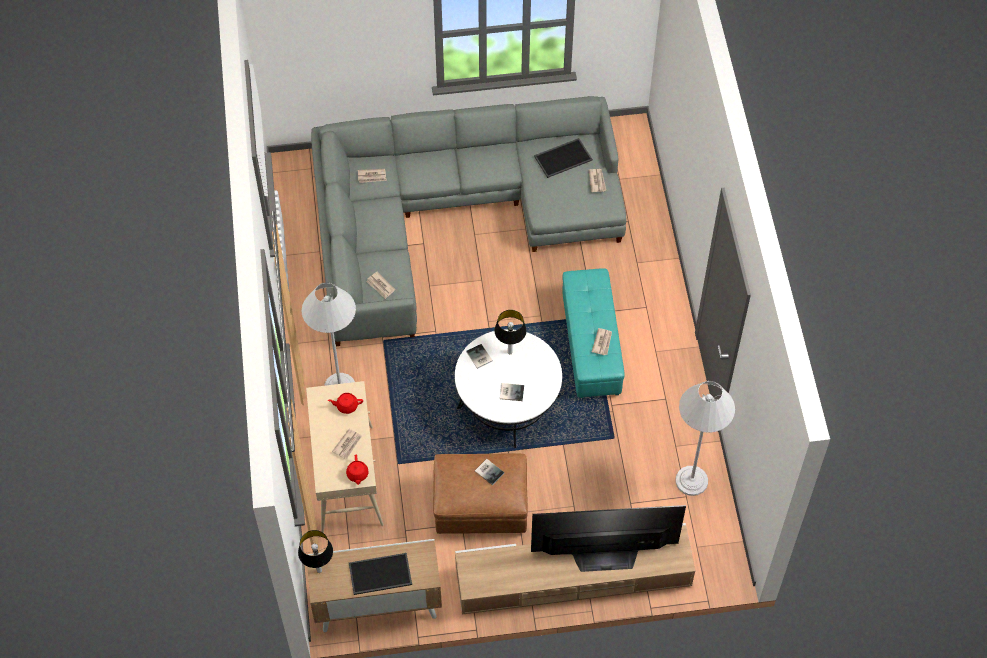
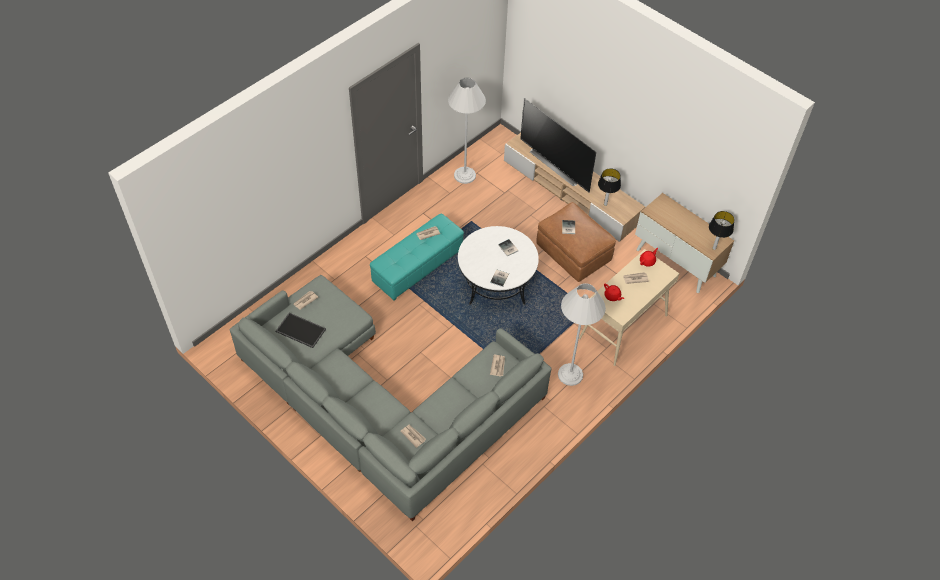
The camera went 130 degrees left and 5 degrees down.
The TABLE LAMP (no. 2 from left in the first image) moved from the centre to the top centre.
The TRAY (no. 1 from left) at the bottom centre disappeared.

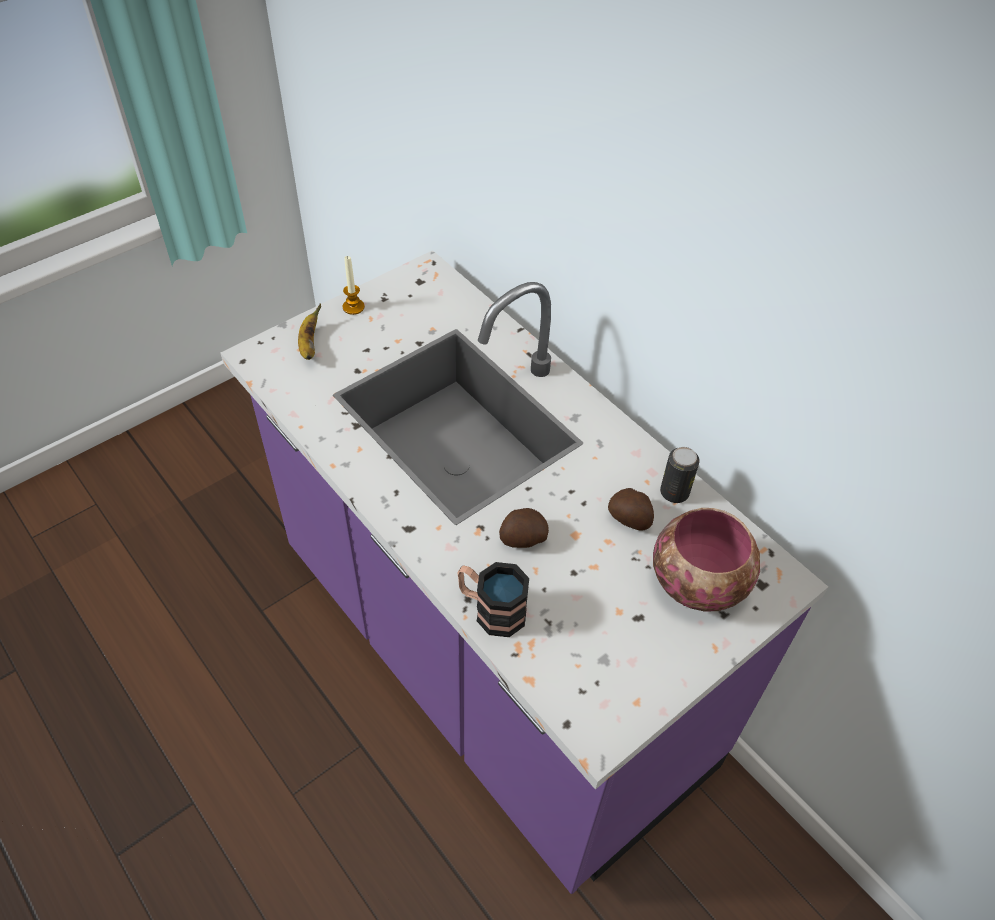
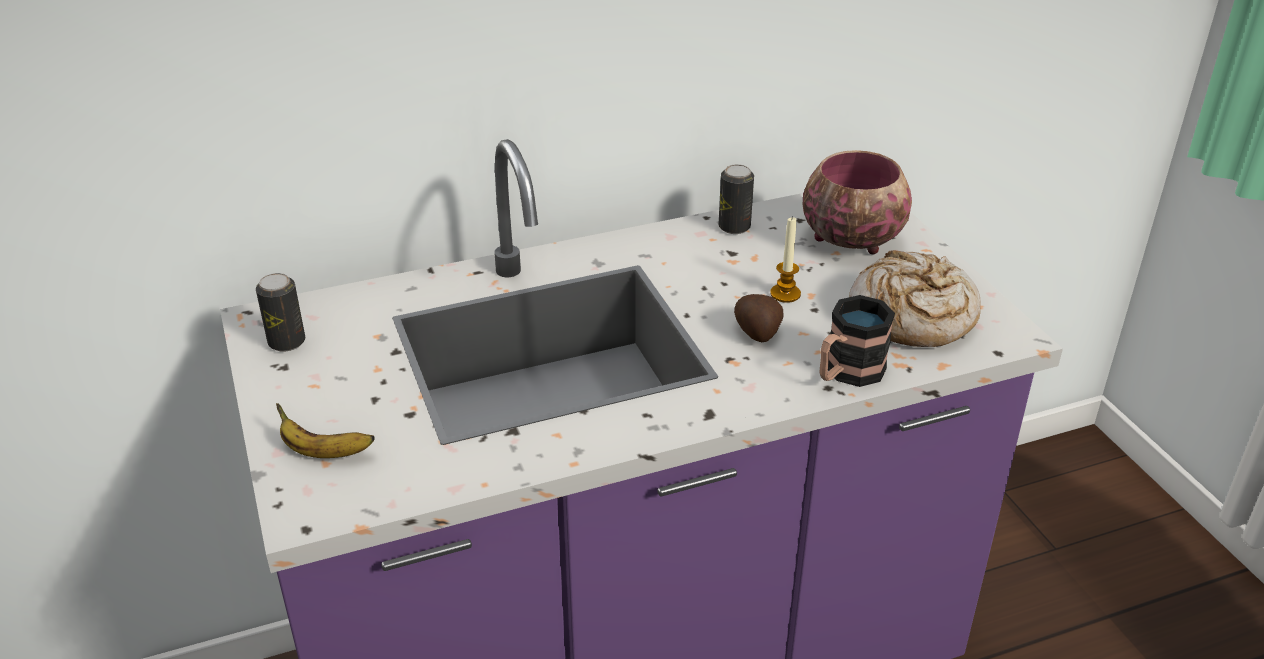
The camera went 70 degrees left and 15 degrees down.
The WAX CANDLE moved from the top centre to the centre.
The POTATO (no. 2 from left) at the centre disappeared.
The BREAD at the middle right appeared.
The METAL CAN (no. 1 from left) at the middle left appeared.

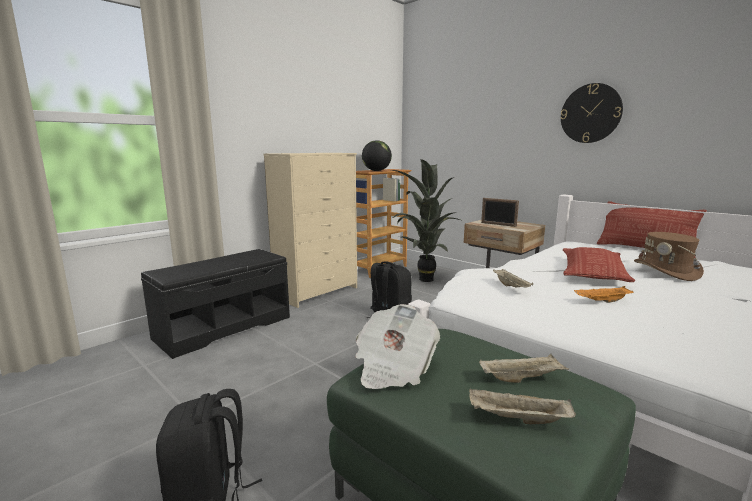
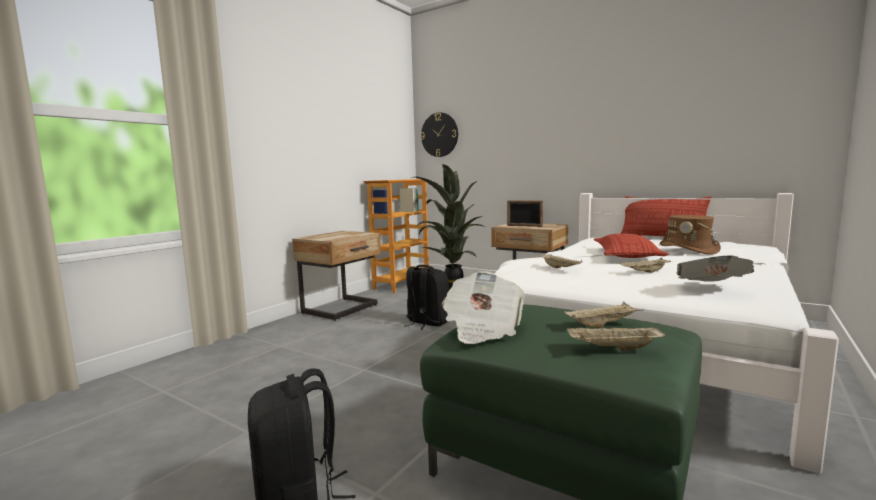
The camera went 10 degrees left and 5 degrees down.
The WALL CLOCK moved from the top right to the top centre.
The GLOBE at the top centre disappeared.
The BEIGE CHEST OF DRAWERS at the centre was replaced by the BEIGE NIGHTSTAND (no. 1 from left) at the centre.
The BLACKISH INDOOR BENCH at the middle left disappeared.
The ORANGEY TRAY at the middle right became the BEIGE TRAY (no. 4 from left) at the middle right.
The NEWSPAPER (no. 2 from left) at the middle right appeared.

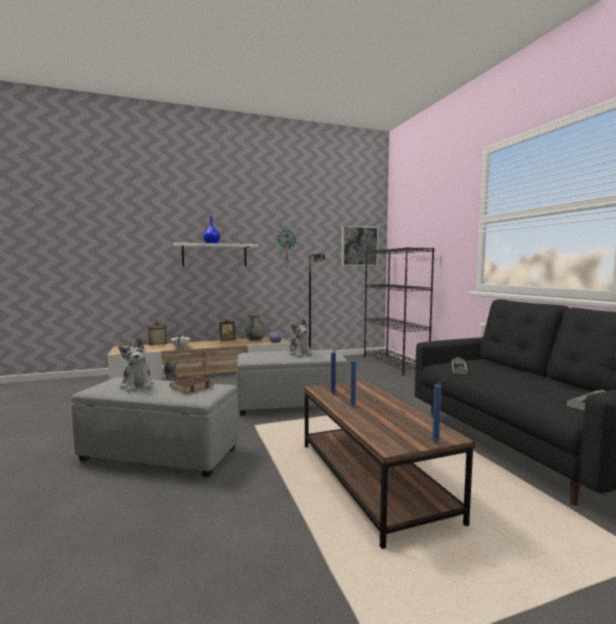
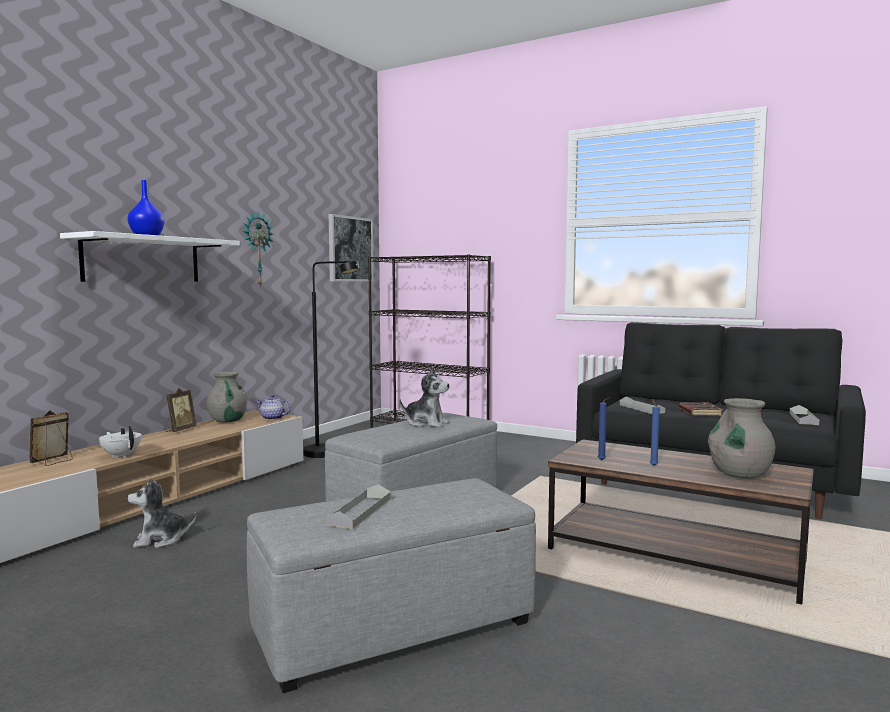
The camera went 40 degrees left and 0 degrees up.
The SOFT TOY (no. 1 from left) at the middle left was replaced by the GRAY TRAY (no. 1 from left) at the bottom centre.
The BROWNISH BOOK moved from the middle left to the middle right.
The BLUISH WAX CANDLE (no. 3 from left) at the middle right disappeared.
The GRAY DECORATIVE VASE (no. 2 from left) at the middle right appeared.

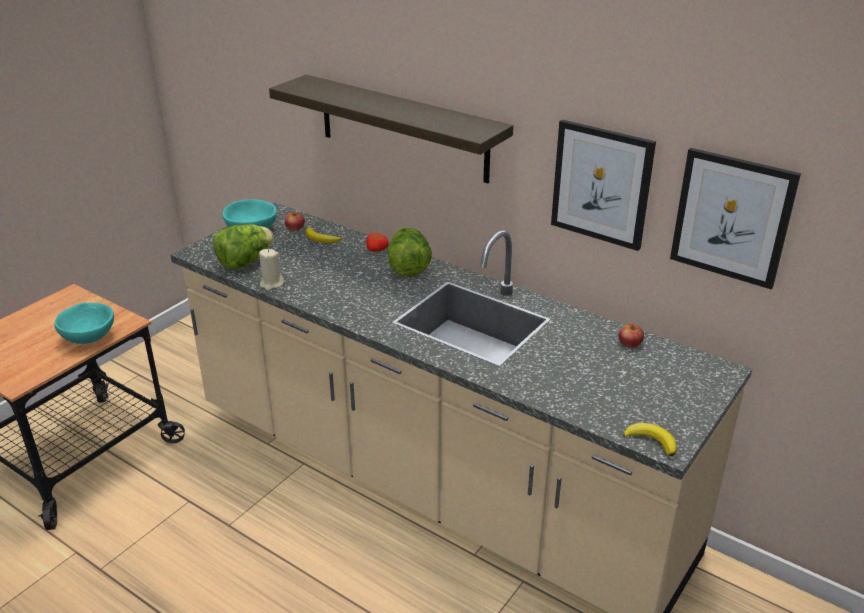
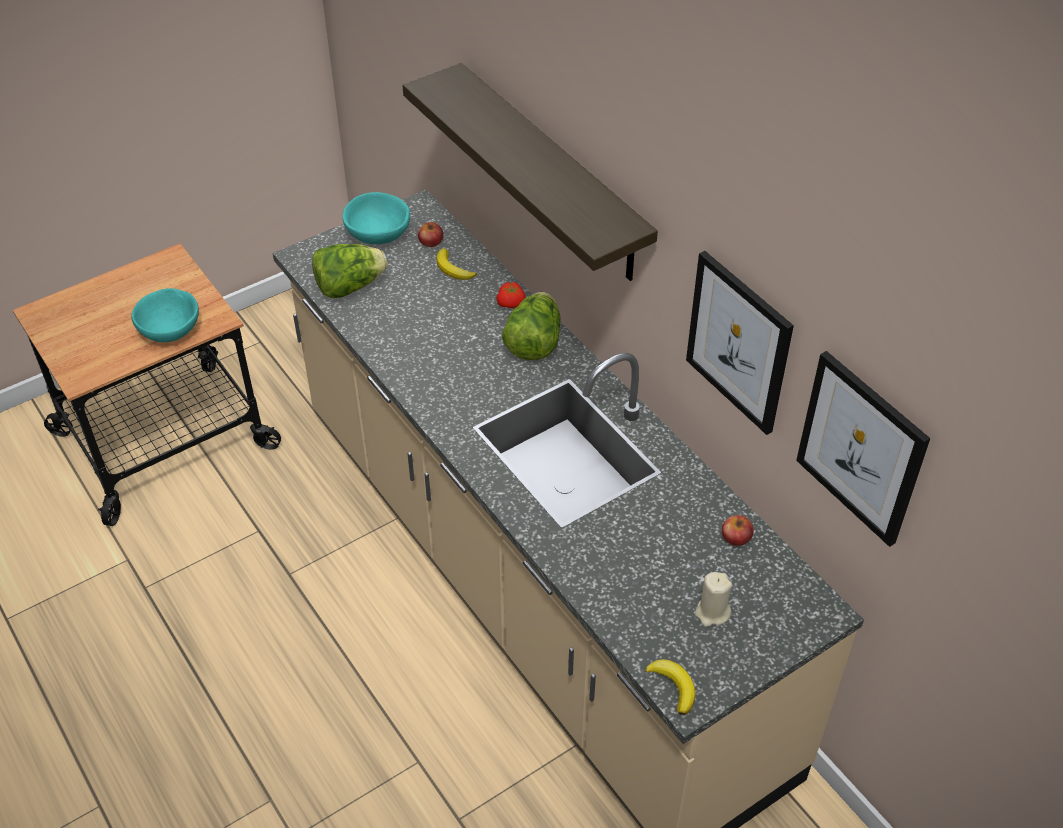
The camera went 20 degrees right and 15 degrees up.
The BEIGE WAX CANDLE moved from the middle left to the bottom right.

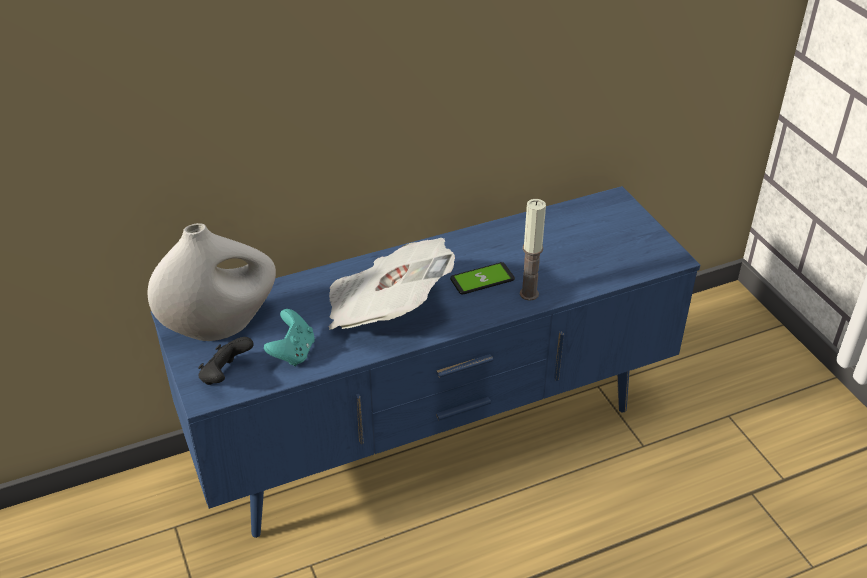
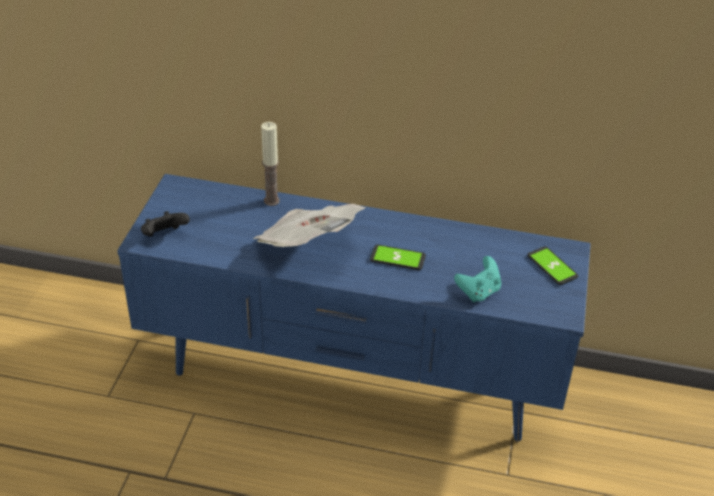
The camera went 35 degrees right and 0 degrees up.
The WAX CANDLE moved from the centre to the top centre.
The WHITE-COLOURED DECORATIVE VASE at the middle left disappeared.
The BLUE-GREEN GAMEPAD moved from the centre to the middle right.
The TELEPHONE (no. 2 from left) at the middle right appeared.

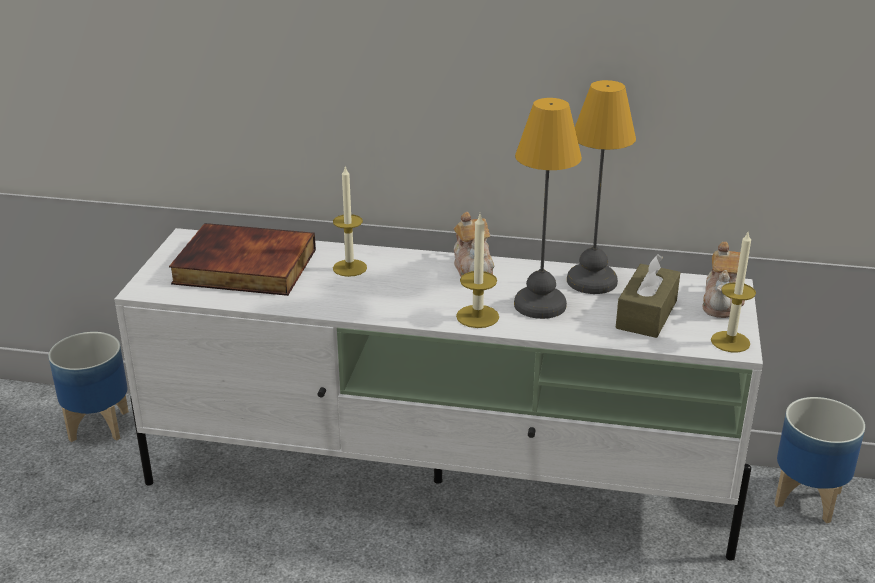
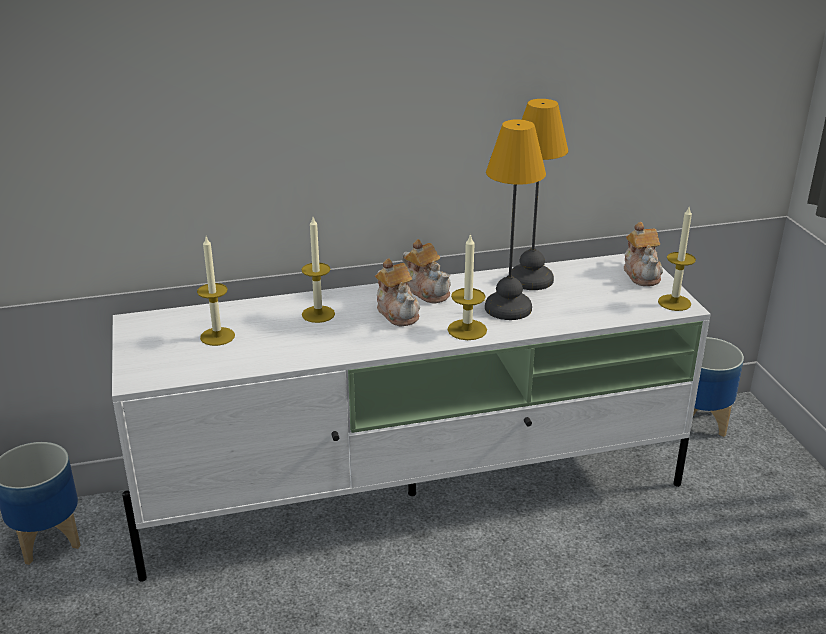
The camera went 25 degrees left and 0 degrees up.
The BOOK at the middle left was replaced by the WAX CANDLE (no. 1 from left) at the middle left.
The BROWNISH TISSUE BOX at the middle right disappeared.
The TEAPOT (no. 1 from left) at the centre appeared.

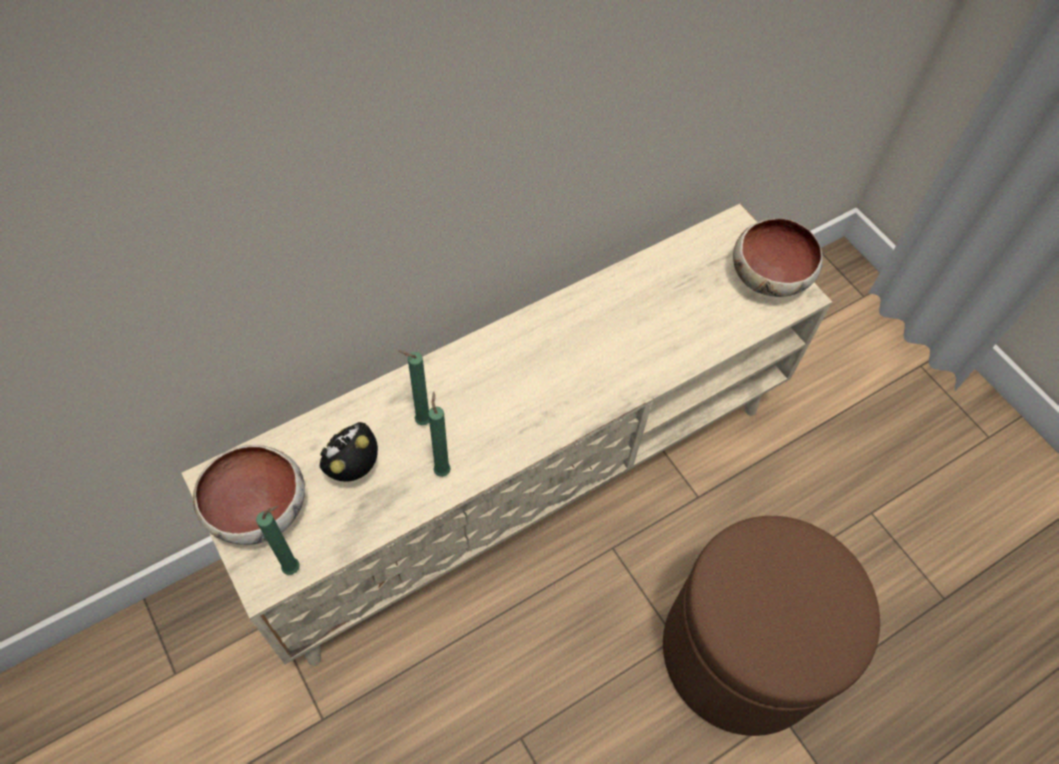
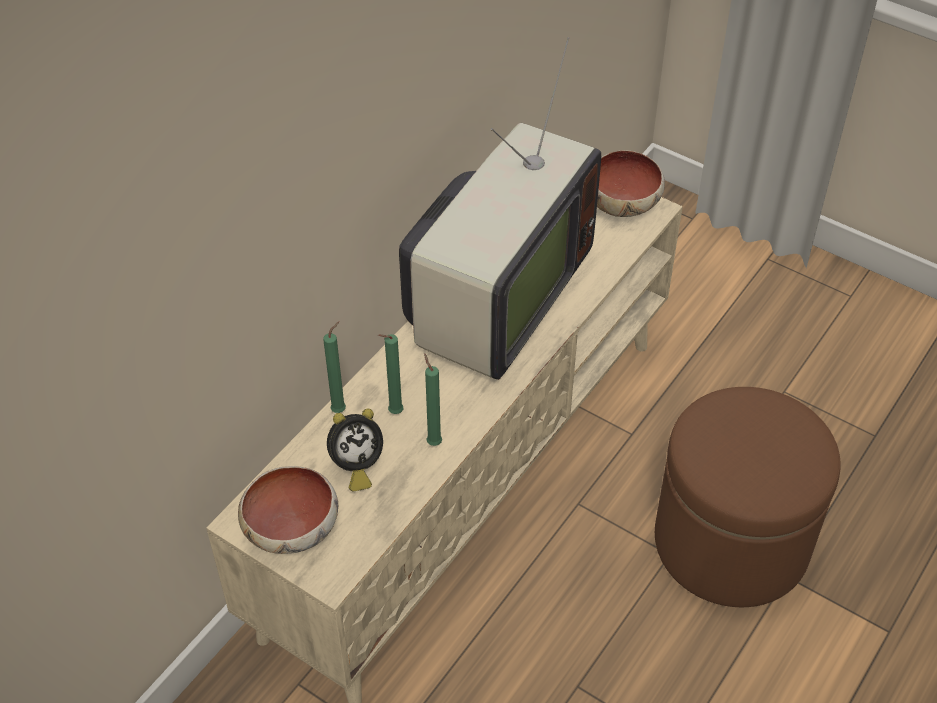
The camera went 20 degrees left and 10 degrees down.
The BEDSIDE CLOCK at the middle left turned 135 degrees counterclockwise.
The GREEN-COLOURED WAX CANDLE (no. 1 from left) moved from the bottom left to the centre.
The TELEVISION at the top centre appeared.

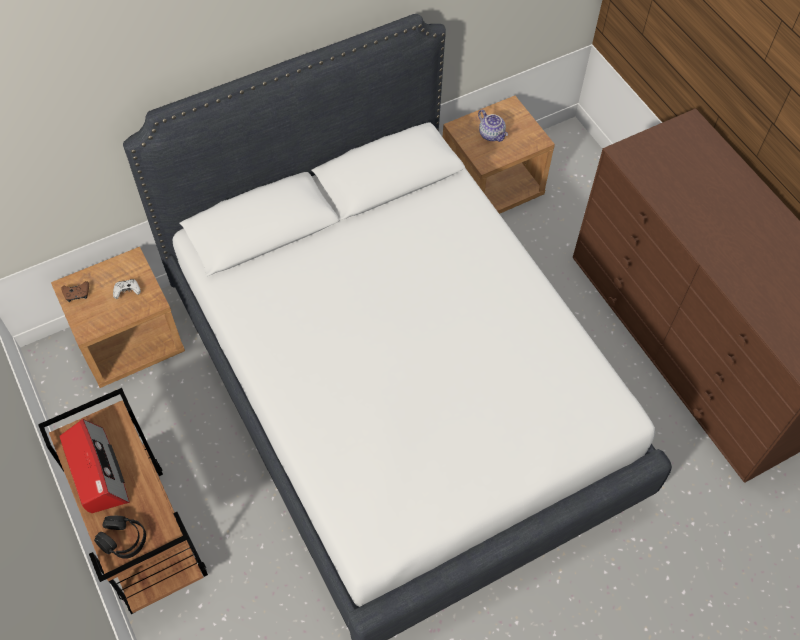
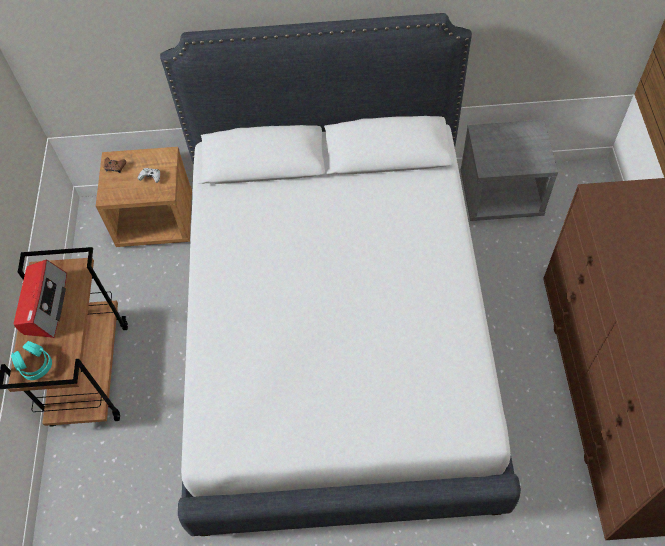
The camera went 30 degrees right and 0 degrees up.
The BROWNISH NIGHTSTAND (no. 2 from left) at the top centre became the GRAY NIGHTSTAND at the top right.
The TEAPOT at the top centre disappeared.
The BLACKISH HEADSET at the bottom left became the BLUE-GREEN HEADSET at the middle left.

